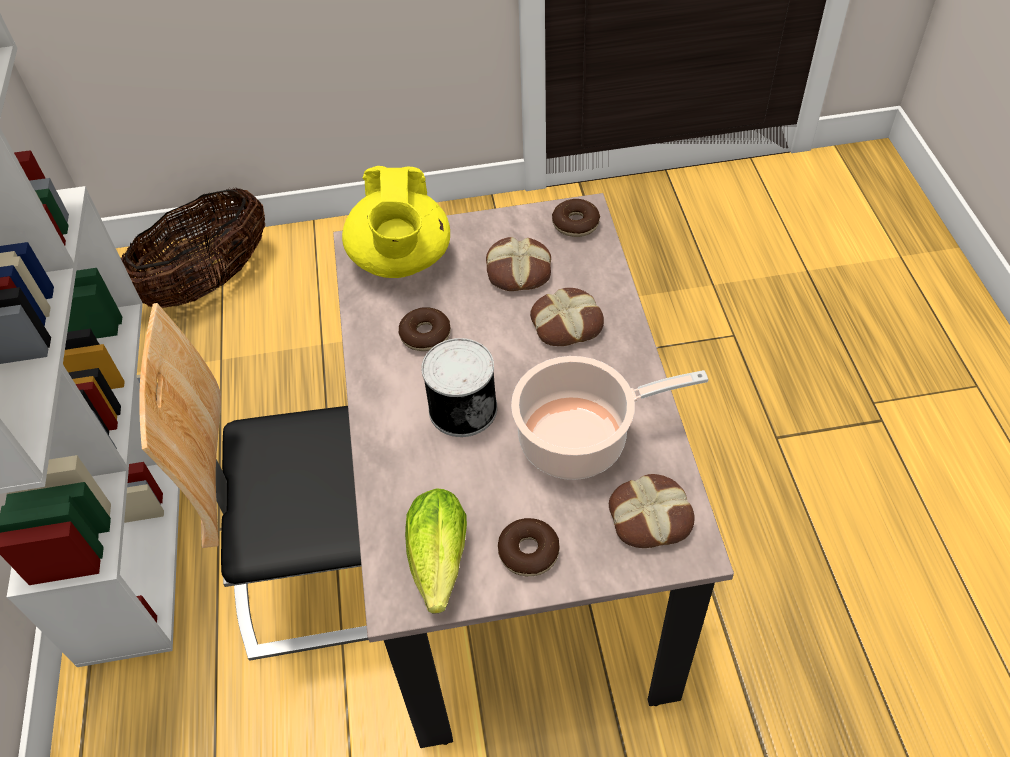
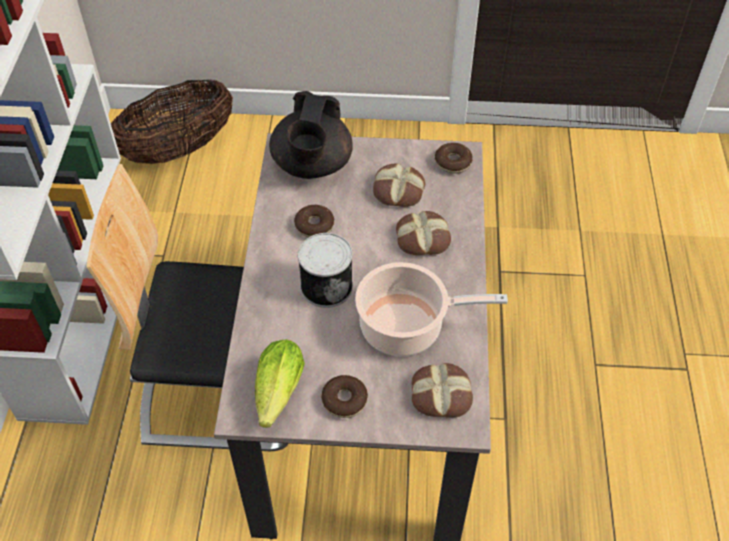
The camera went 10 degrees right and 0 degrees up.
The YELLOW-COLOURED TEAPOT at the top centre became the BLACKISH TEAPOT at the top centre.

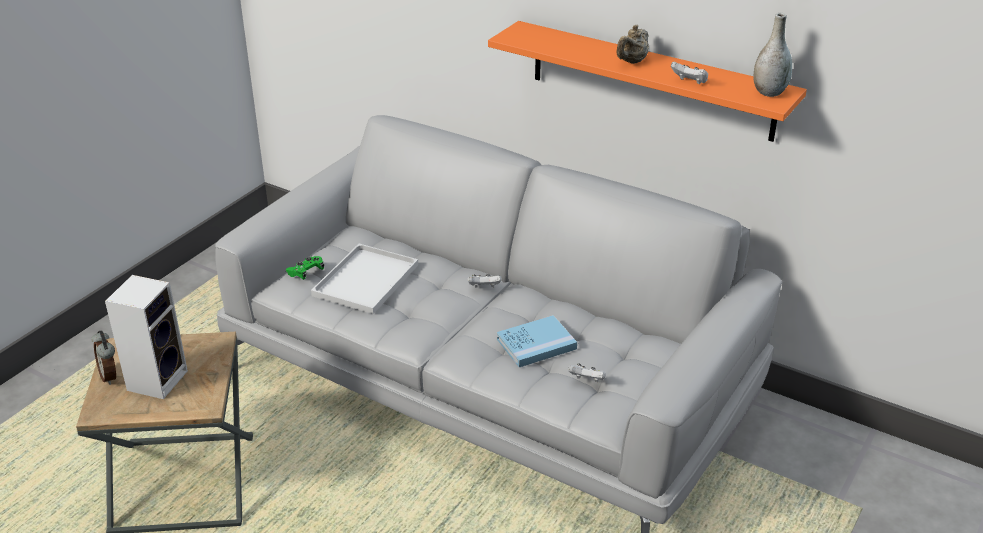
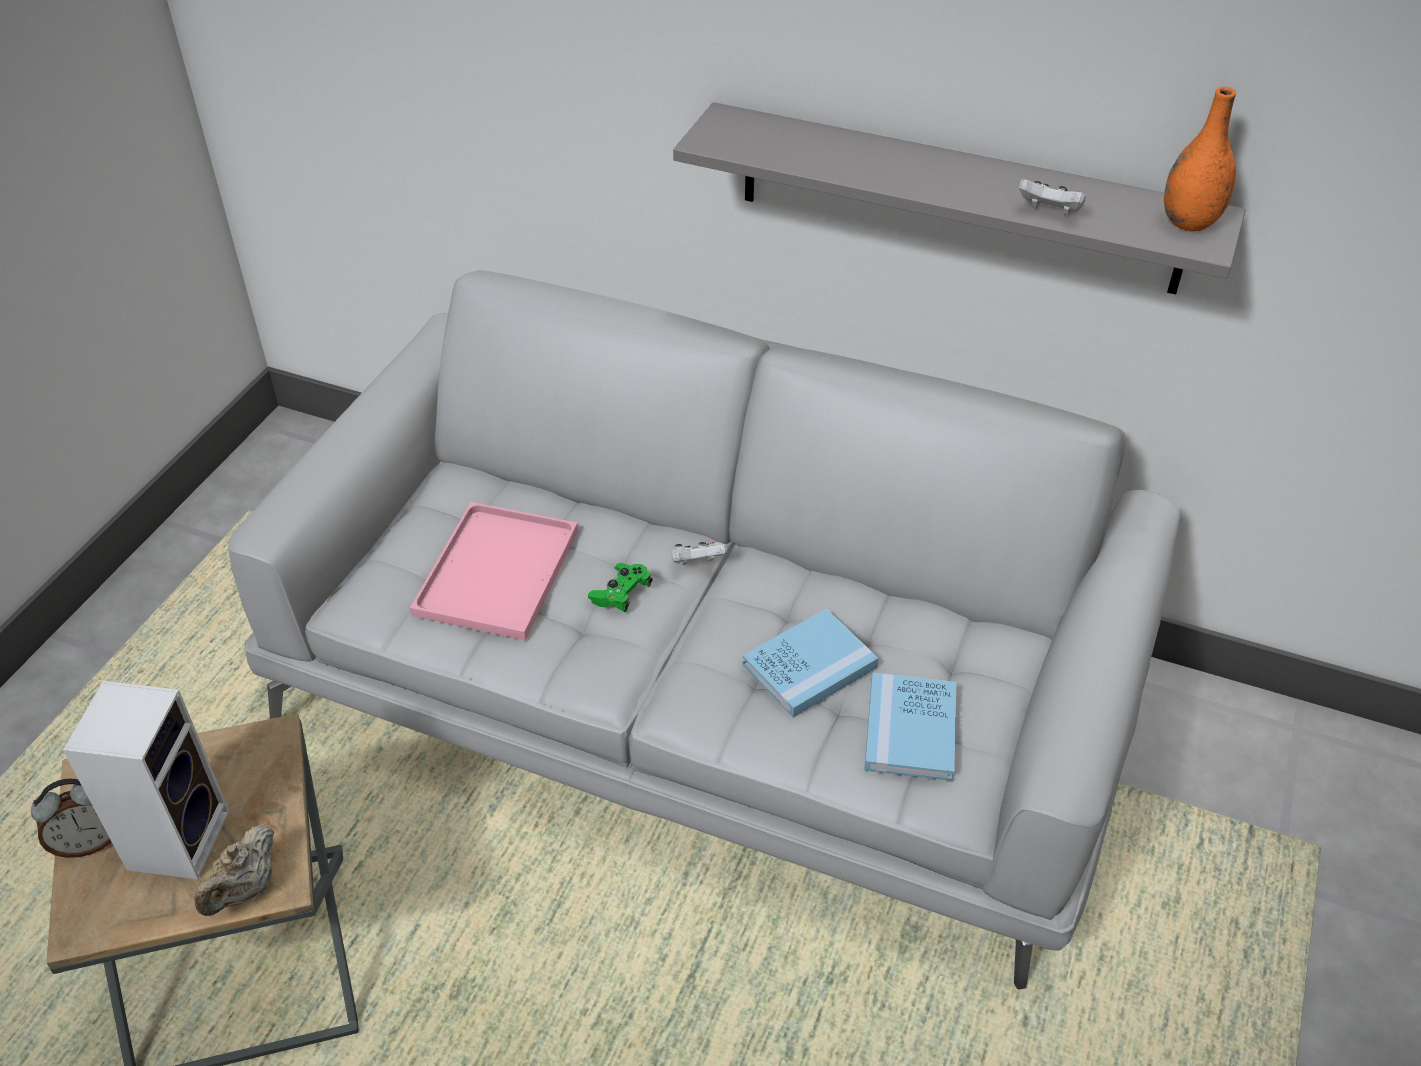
The camera went 10 degrees left and 10 degrees up.
The GRAY DECORATIVE VASE at the top right became the ORANGEY DECORATIVE VASE at the top right.
The ORANGEY WALL SHELF at the top centre became the GRAY WALL SHELF at the top right.
The BEIGE TEAPOT moved from the top centre to the bottom left.
The WHITE-COLOURED TRAY at the centre became the PINKISH TRAY at the centre.
The GREEN-COLOURED GAMEPAD moved from the middle left to the centre.
The BEDSIDE CLOCK at the bottom left turned 75 degrees counterclockwise.
The WHITE-COLOURED GAMEPAD (no. 2 from left) at the bottom centre was replaced by the BLUISH BOOK (no. 2 from left) at the bottom centre.

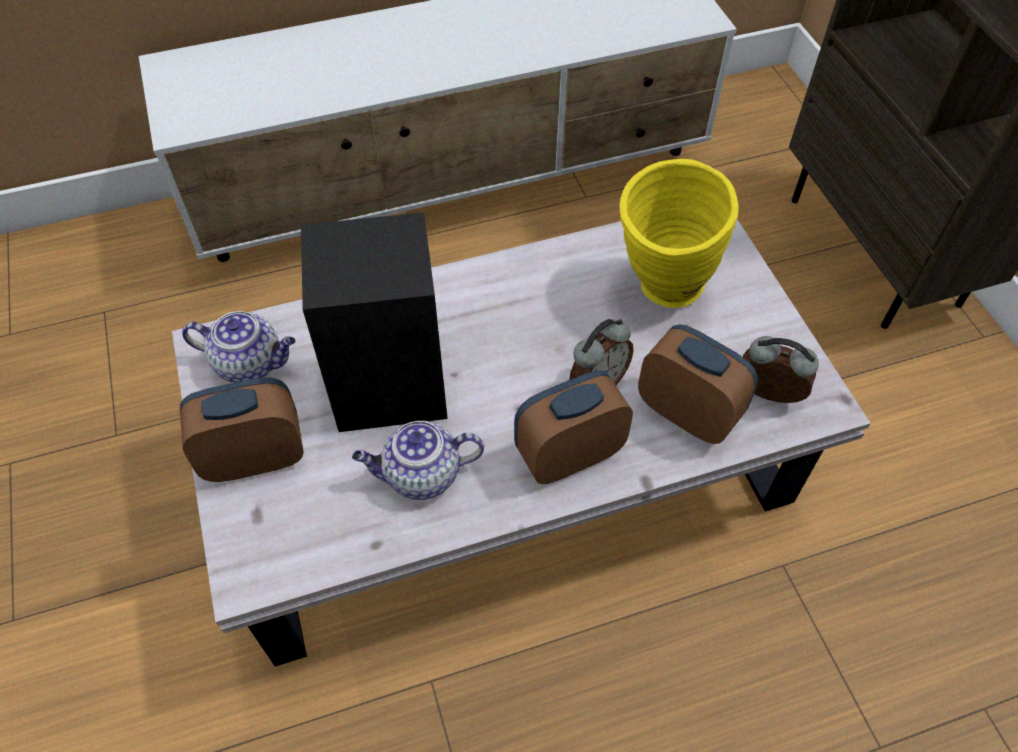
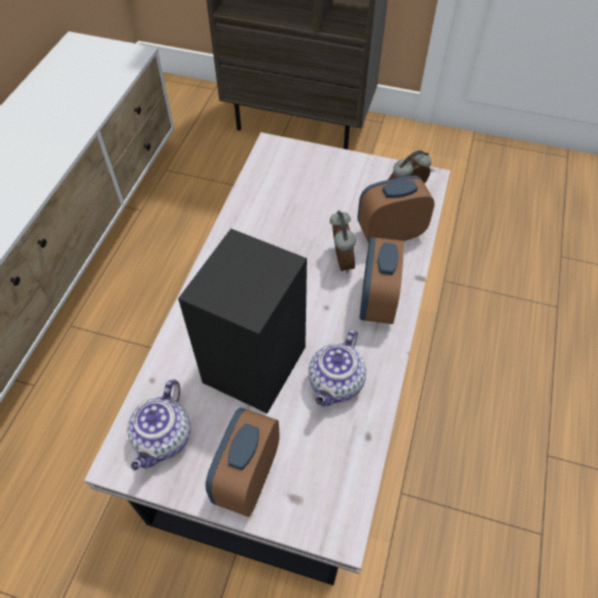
The camera went 55 degrees left and 0 degrees up.
The YELLOW-COLOURED DECORATIVE VASE at the top right disappeared.
The TEAPOT (no. 1 from left) at the middle left turned 150 degrees clockwise.

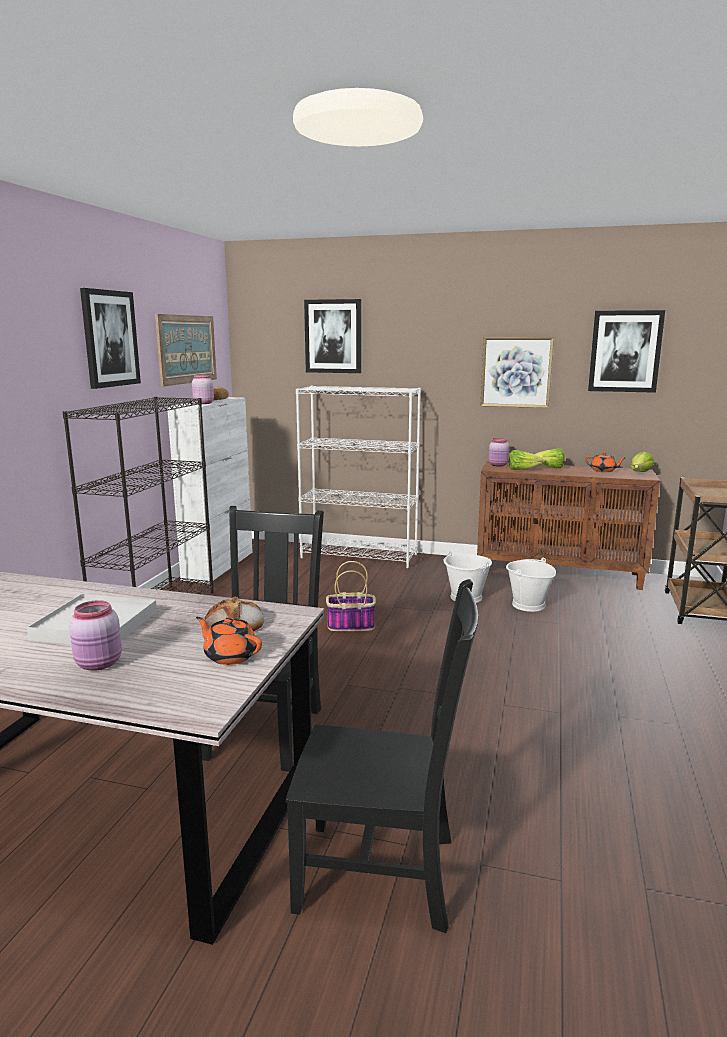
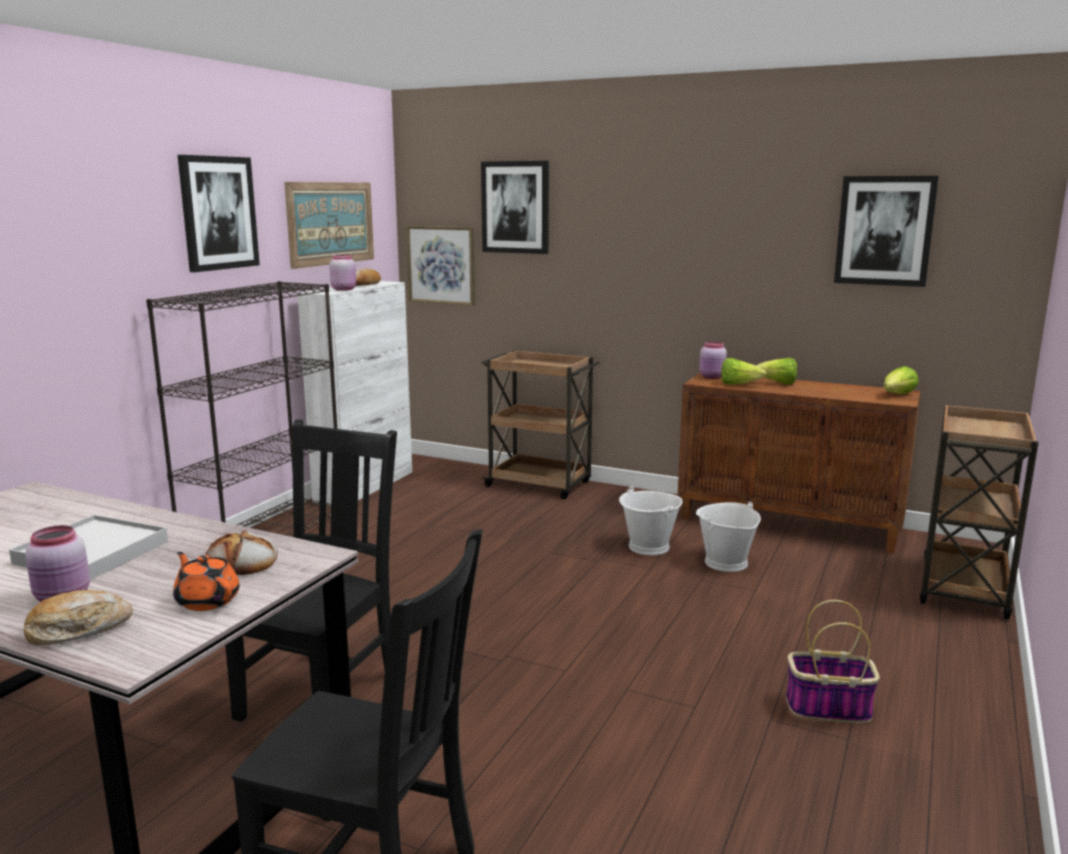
The camera went 10 degrees right and 0 degrees up.
The WALL PICTURE (no. 4 from left in the first image) moved from the middle right to the top centre.
The WHITE-COLOURED BOOKSHELF at the centre was replaced by the BROWNISH TROLLEY (no. 1 from left) at the centre.
The ORANGEY TEAPOT (no. 2 from left) at the middle right disappeared.
The STORAGE BASKET moved from the centre to the bottom right.
The BREAD (no. 1 from left) at the bottom left appeared.

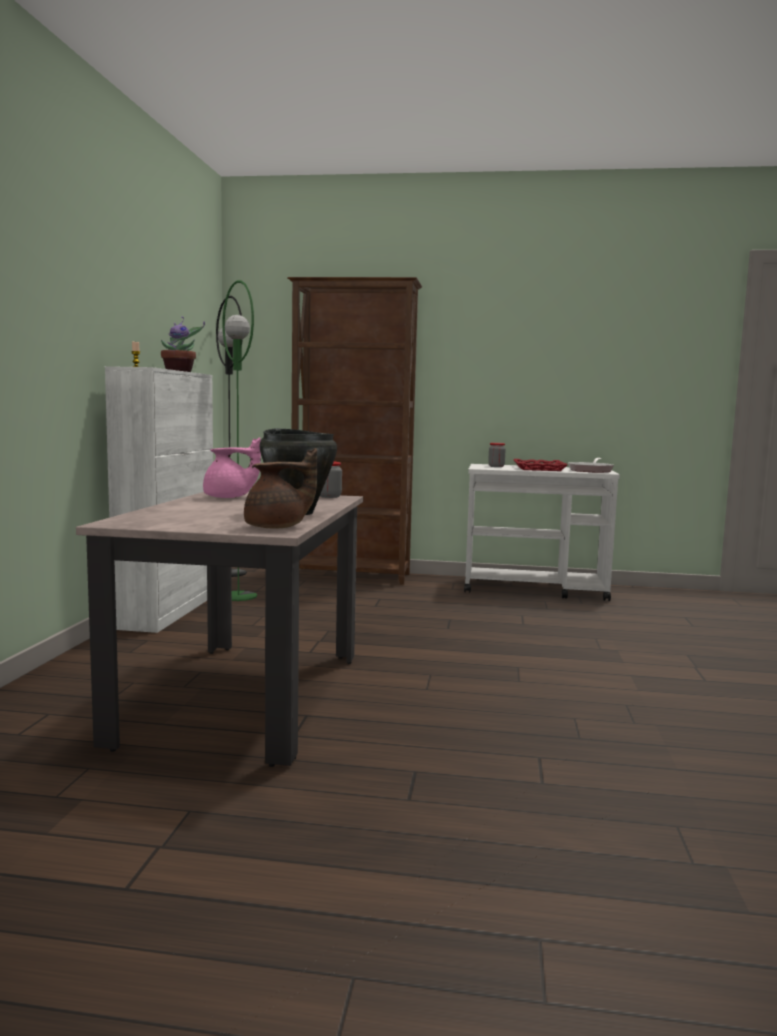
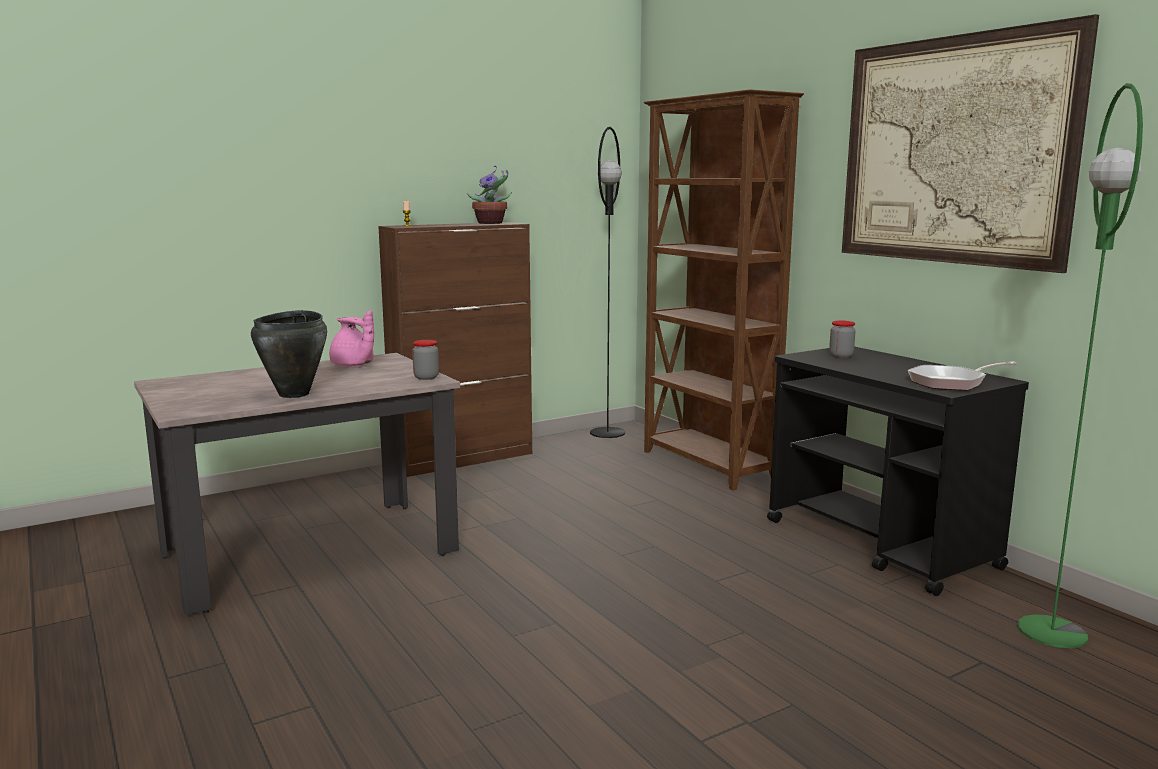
The camera went 50 degrees right and 5 degrees up.
The GREEN-COLOURED STANDARD LAMP moved from the middle left to the middle right.
The WHITE-COLOURED CUPBOARD at the middle left became the BROWNISH CUPBOARD at the centre.
The BROWNISH TEAPOT at the centre disappeared.
The RED-COLOURED TRAY at the middle right disappeared.
The WHITE-COLOURED TROLLEY at the middle right became the BLACKISH TROLLEY at the middle right.
The WALL PICTURE at the top right appeared.

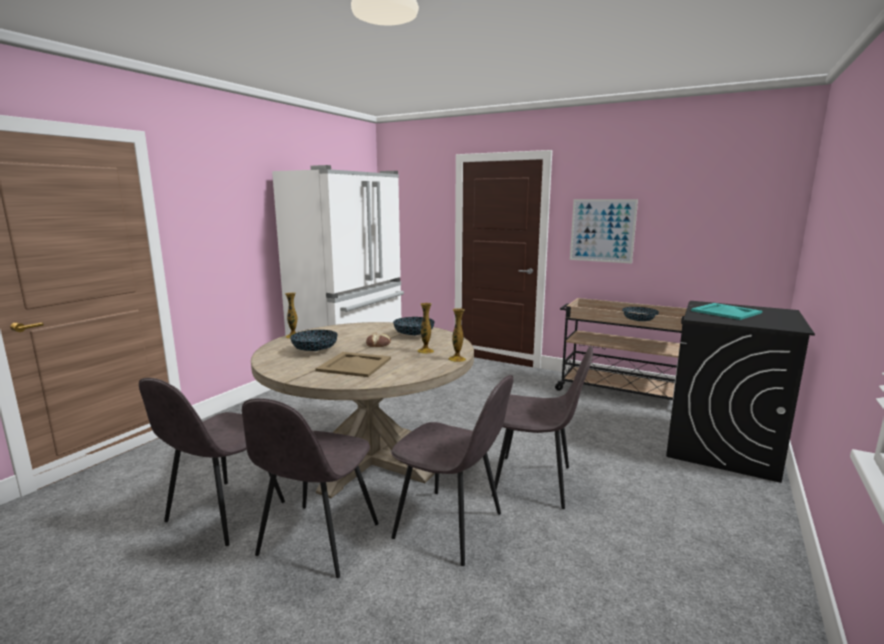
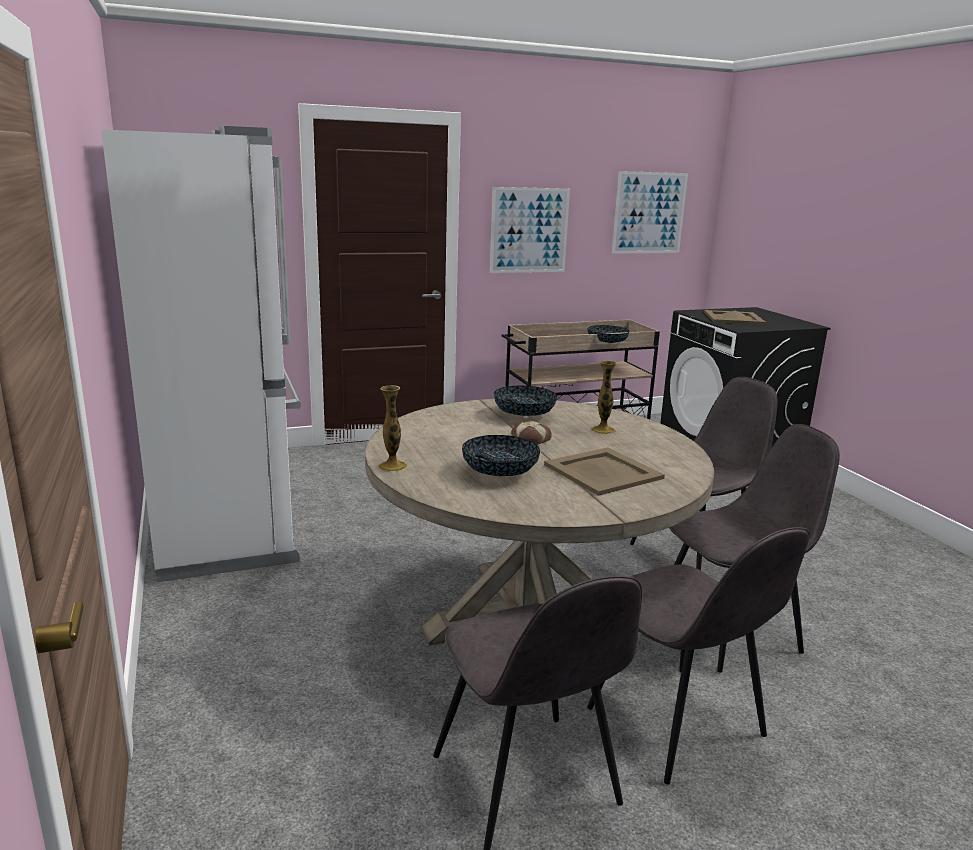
The camera went 50 degrees left and 5 degrees up.
The BLUE-GREEN TRAY at the middle right became the BEIGE TRAY (no. 2 from left) at the middle right.
The DECORATIVE VASE (no. 3 from left) at the centre disappeared.
The WALL PICTURE (no. 2 from left) at the top right appeared.

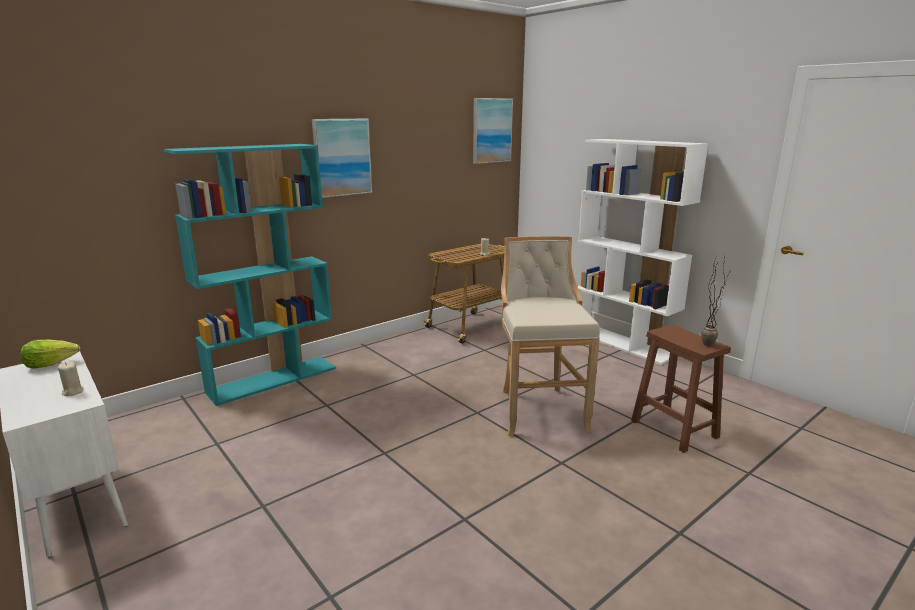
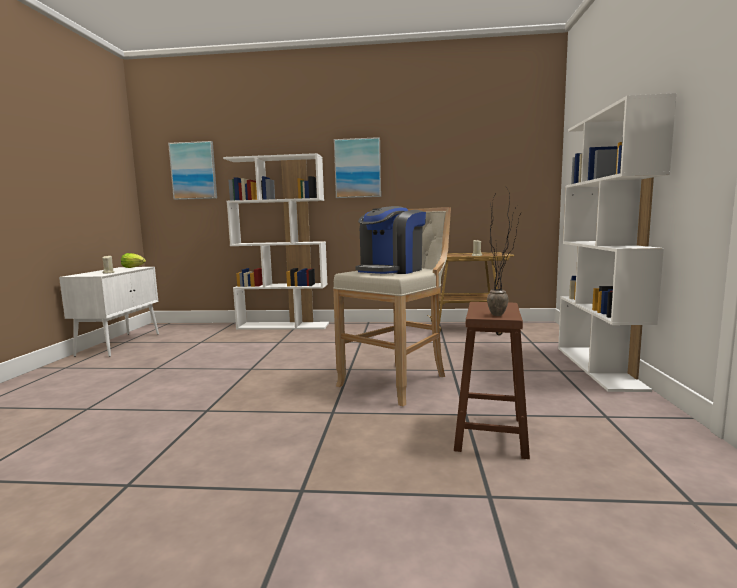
The camera went 45 degrees right and 10 degrees down.
The WALL PICTURE (no. 2 from left in the first image) moved from the top centre to the top left.
The BLUE-GREEN BOOKSHELF at the middle left became the WHITE-COLOURED BOOKSHELF (no. 1 from left) at the centre.
The COFFEE BREWER at the centre appeared.

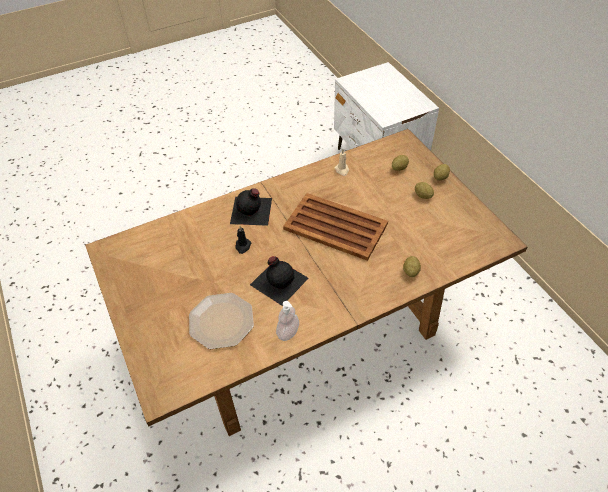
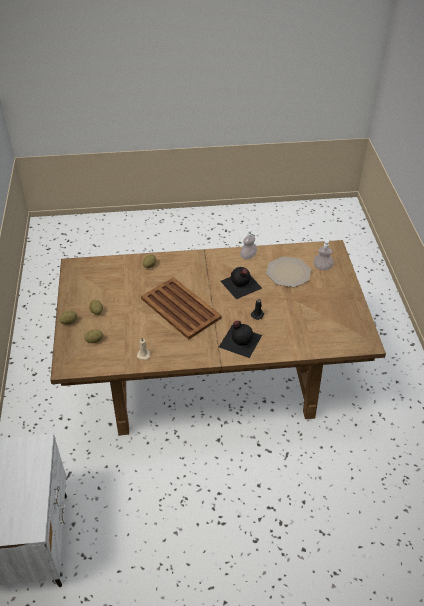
The camera went 160 degrees left and 5 degrees down.
The SOAP DISPENSER (no. 2 from left) at the middle right appeared.

